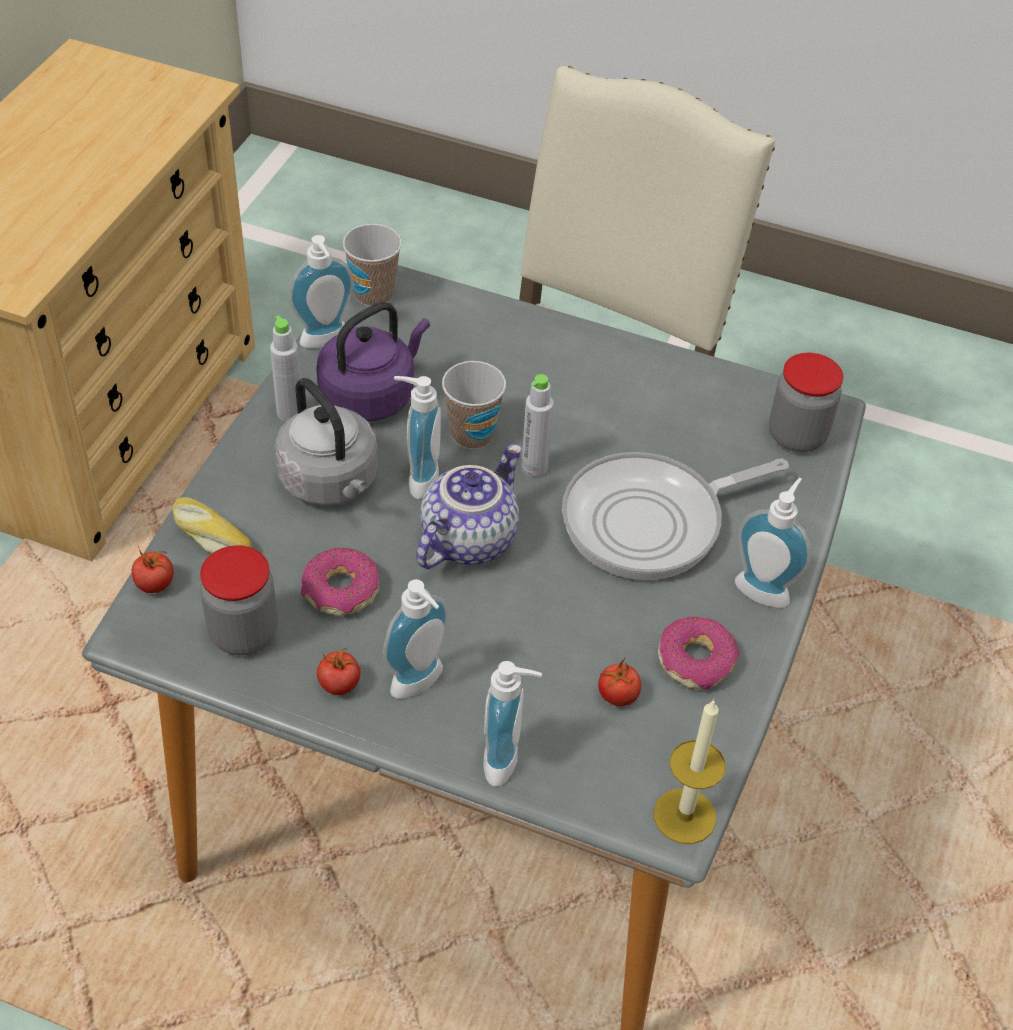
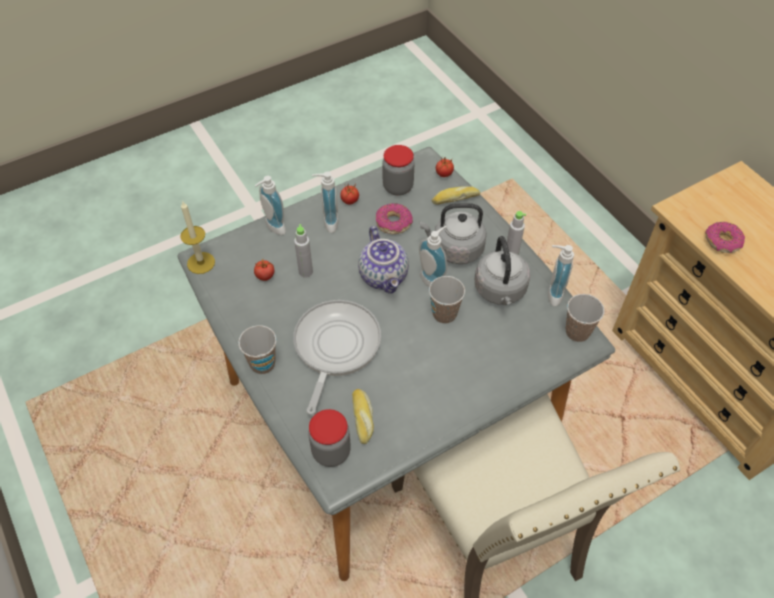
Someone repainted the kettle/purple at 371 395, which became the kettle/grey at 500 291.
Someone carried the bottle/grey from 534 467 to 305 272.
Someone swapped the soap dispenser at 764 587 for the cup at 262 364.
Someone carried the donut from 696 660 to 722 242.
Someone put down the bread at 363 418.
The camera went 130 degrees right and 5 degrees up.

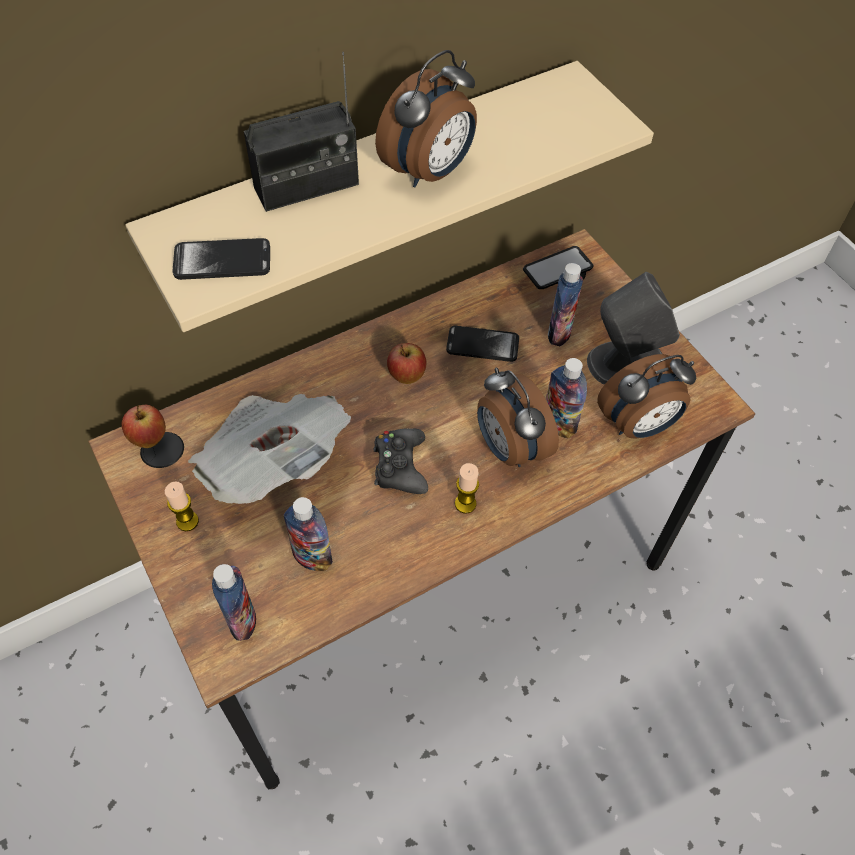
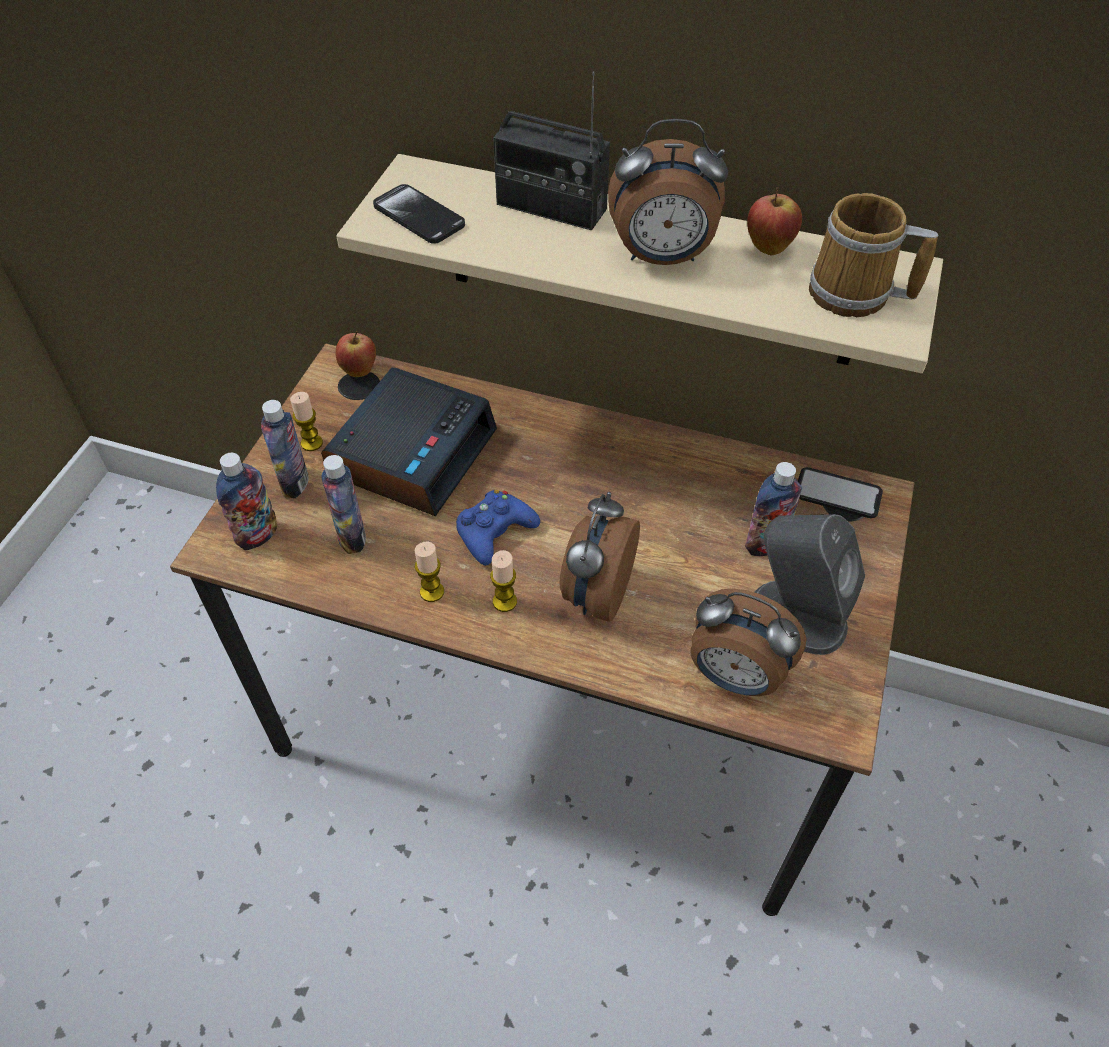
Someone took away the phone at 482 345.
Someone carried the apple from 406 377 to 768 248.
Someone carried the bottle from 558 424 to 295 483.
Someone swapped the newspaper at 272 462 for the alarm clock at 412 452.
Someone repainted the game controller/black at 400 466, which became the game controller/blue at 494 532.
Someone put down the mug at 854 295.
Someone put down the candle at 432 592.
The camera went 50 degrees right and 5 degrees down.

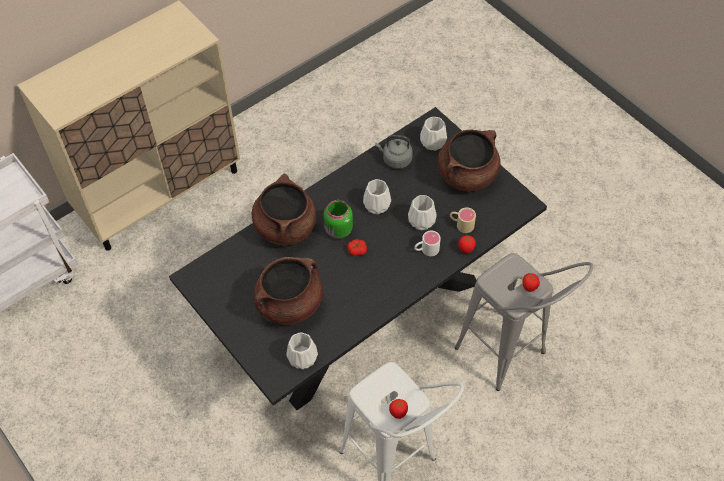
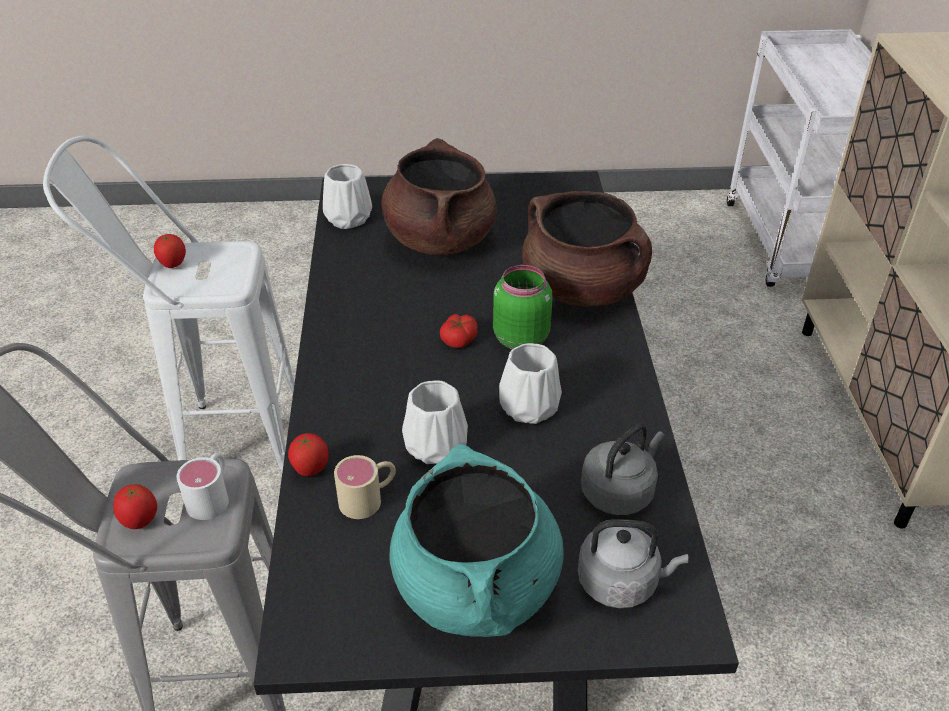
Someone swapped the vase/white at 432 142 for the kettle/grey at 621 582.
Someone repainted the cooking pot/brown at 467 175, which became the cooking pot/turquoise at 476 587.
Someone carried the mug/white from 426 250 to 212 496.
The camera went 125 degrees right and 15 degrees down.

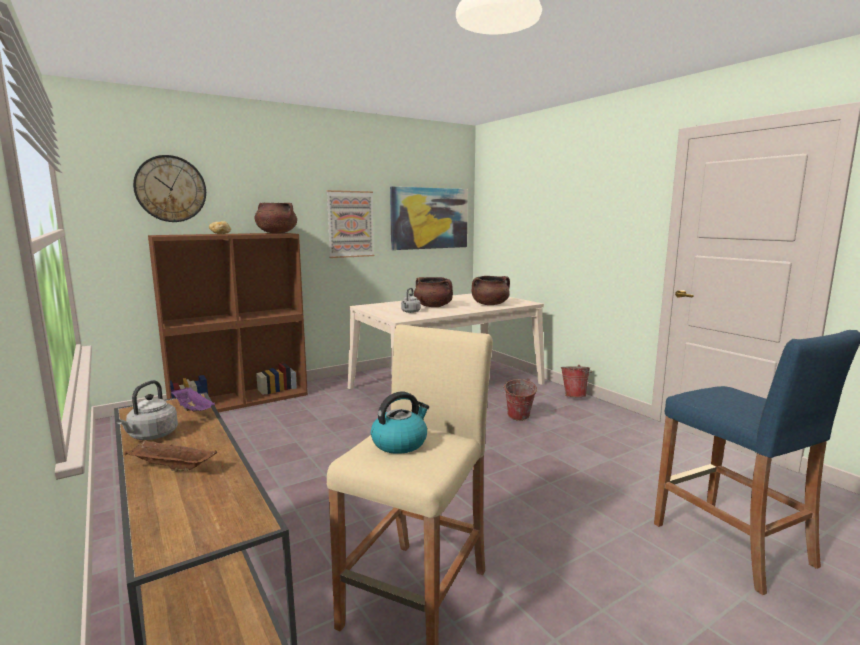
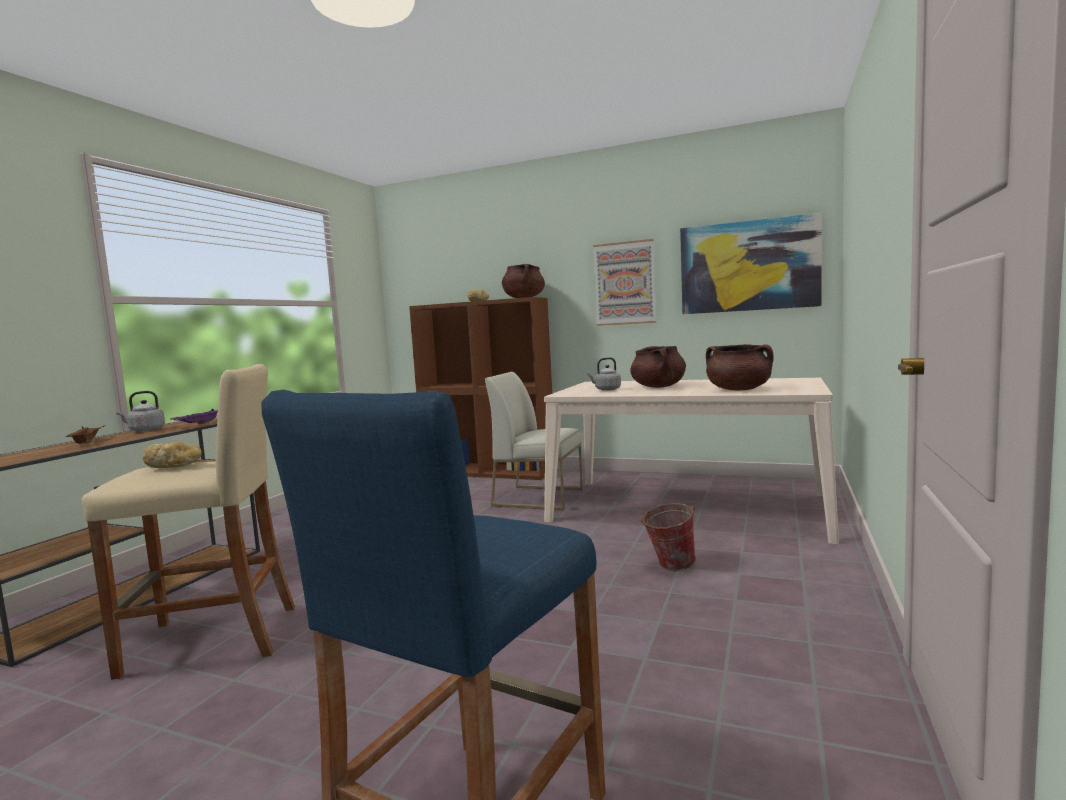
Someone took away the wall clock at 170 189.
Someone took away the bucket at 574 396.
Someone swapped the kettle at 400 443 for the bread at 175 467.
Someone put down the chair/white at 539 497.
The camera went 55 degrees right and 5 degrees down.

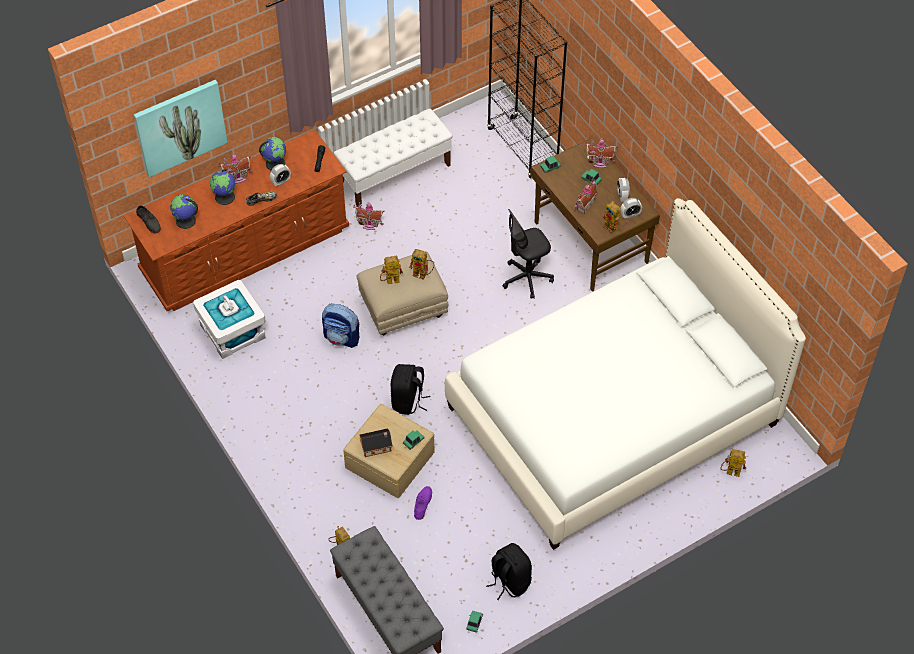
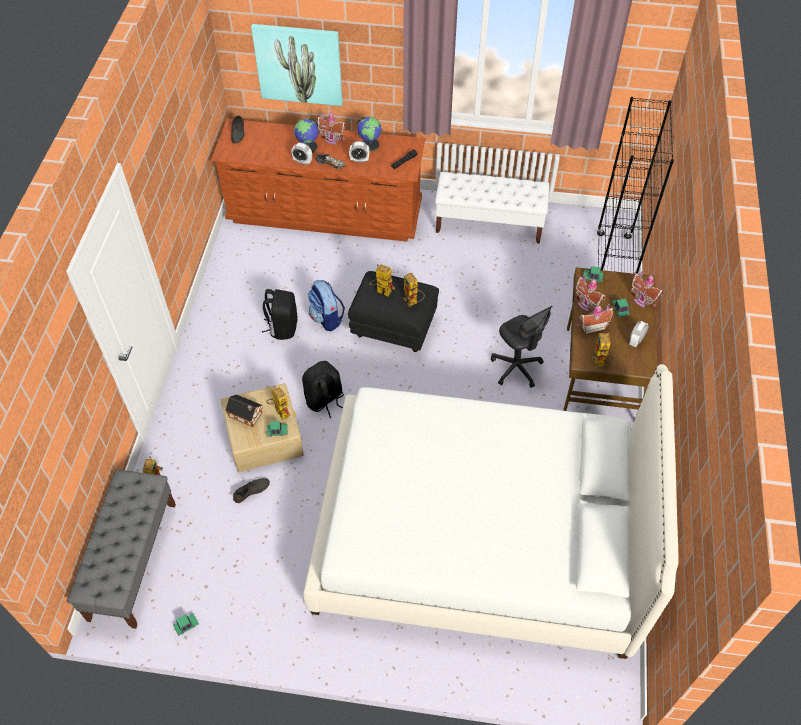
Someone took away the globe at 185 221.
Someone carried the alarm clock from 630 215 to 302 161.
Someone carried the toy house from 369 224 to 586 304.
Someone rotated the office chair/black at 527 278 by 135 degrees counterclockwise.
Someone repainted the ottoman/beige at 402 309, which became the ottoman/black at 393 327.
Someone took away the storage box/white at 232 332.
Someone carried the toy robot from 729 472 to 280 411.
Someone repainted the shoe/purple at 422 503, which became the shoe/grey at 251 490.
Someone carried the backpack/black from 509 581 to 283 327.
The camera went 40 degrees right and 0 degrees up.

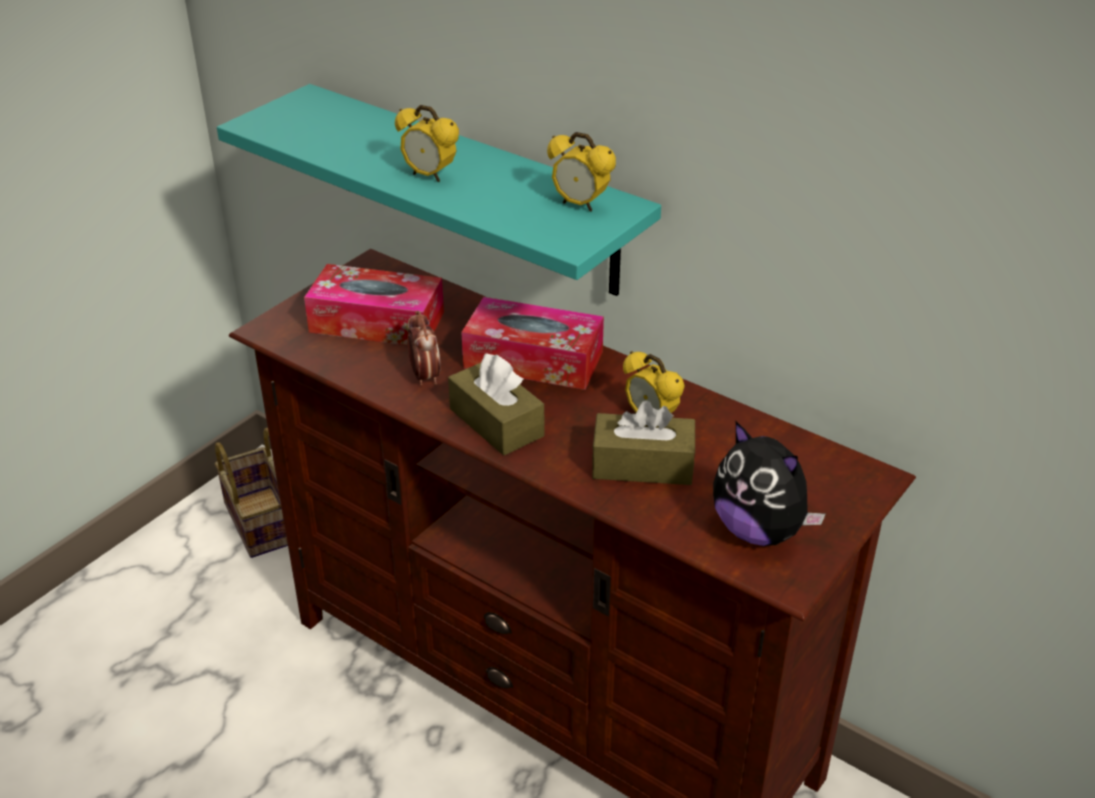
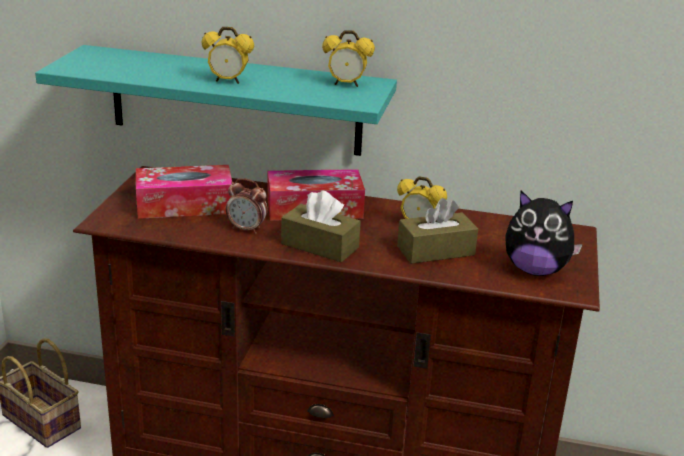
Someone rotated the alarm clock at 425 376 by 150 degrees clockwise.
The camera went 25 degrees left and 10 degrees down.

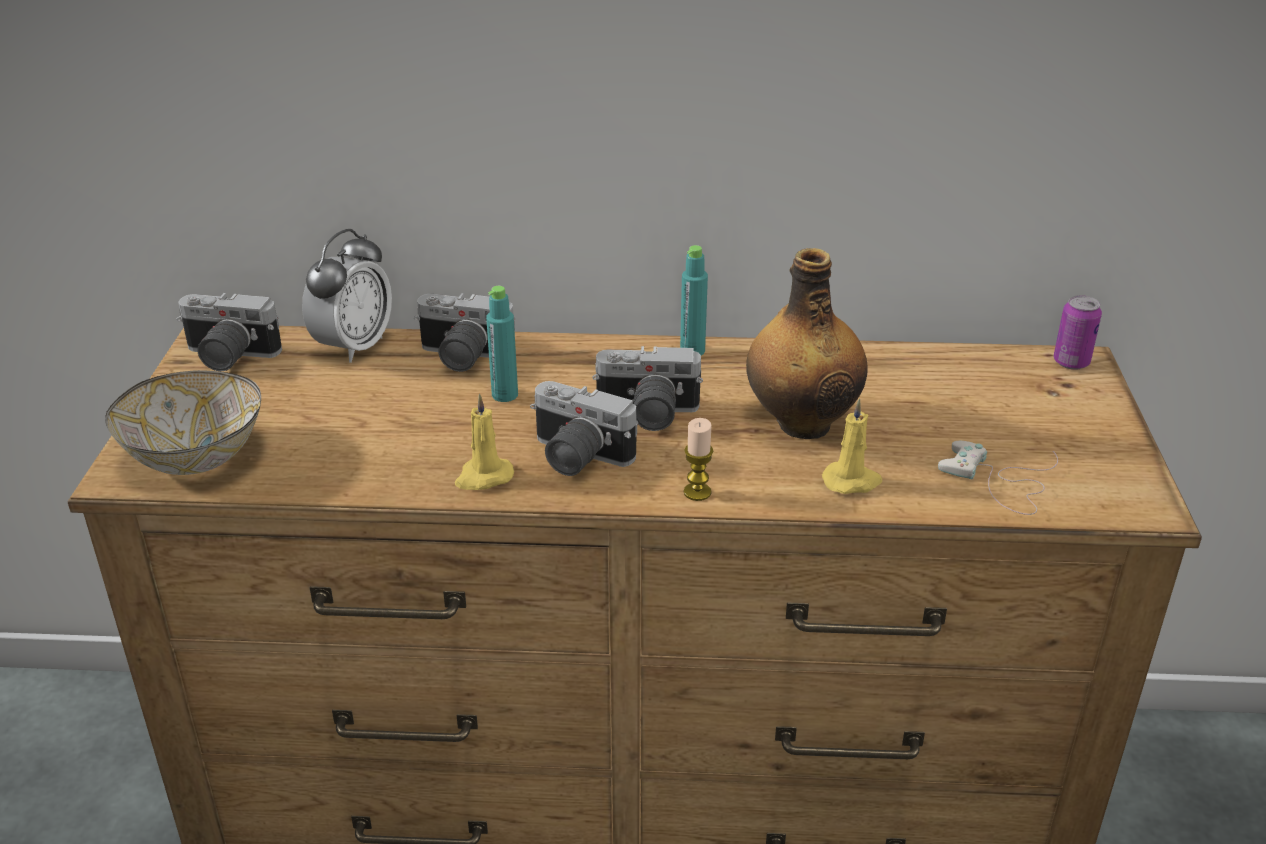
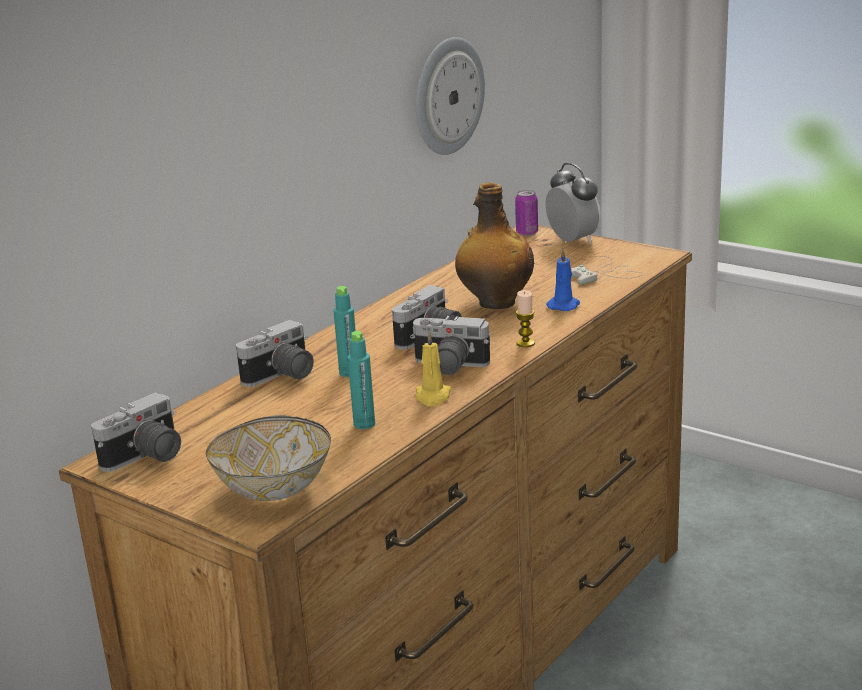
Someone carried the alarm clock from 354 347 to 573 241.
Someone carried the bottle/turquoise from 692 351 to 364 424.
Someone rotated the photo camera at 575 457 by 45 degrees clockwise.
Someone repainted the candle/yellow at 852 481, which became the candle/blue at 564 305.
Someone put up the wall clock at 447 96.
The camera went 55 degrees left and 10 degrees down.

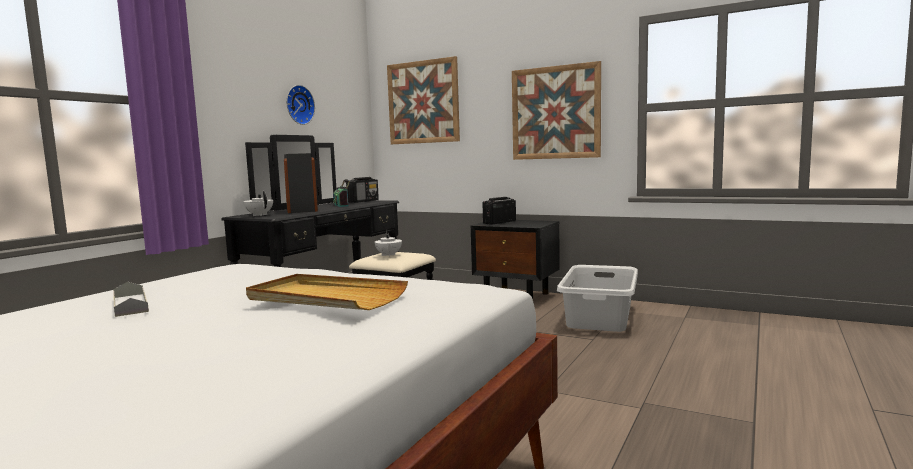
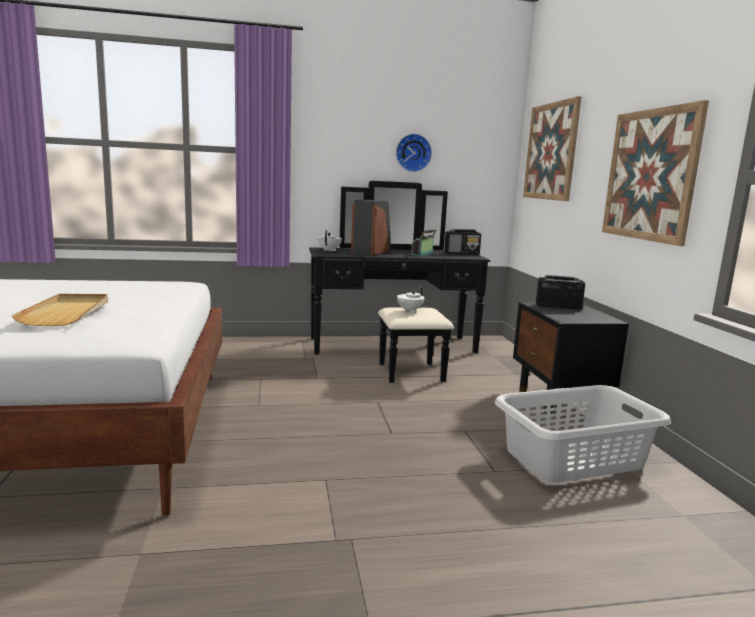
Someone took away the tray/grey at 130 304.
The camera went 50 degrees right and 5 degrees up.

